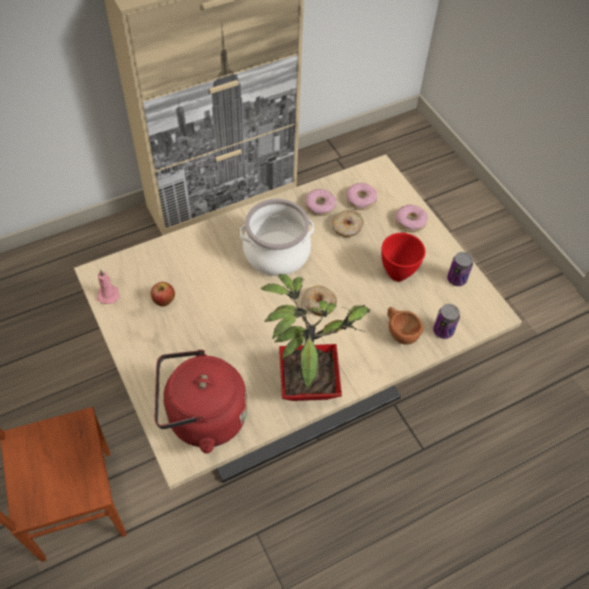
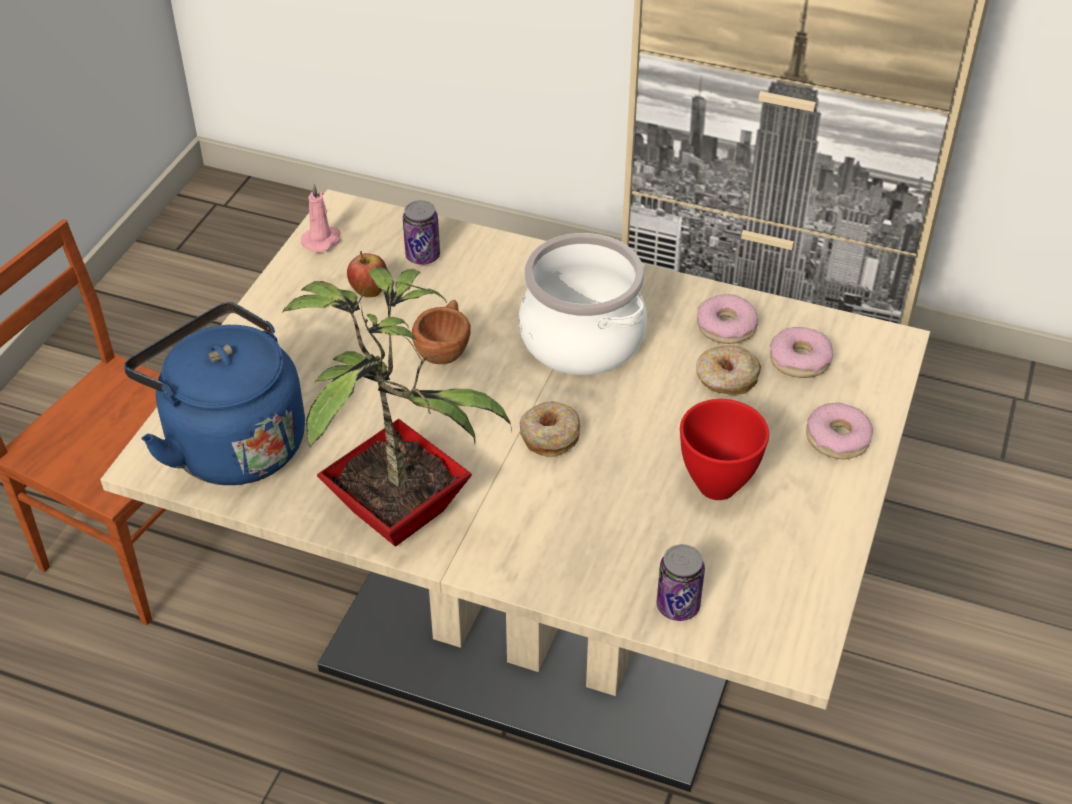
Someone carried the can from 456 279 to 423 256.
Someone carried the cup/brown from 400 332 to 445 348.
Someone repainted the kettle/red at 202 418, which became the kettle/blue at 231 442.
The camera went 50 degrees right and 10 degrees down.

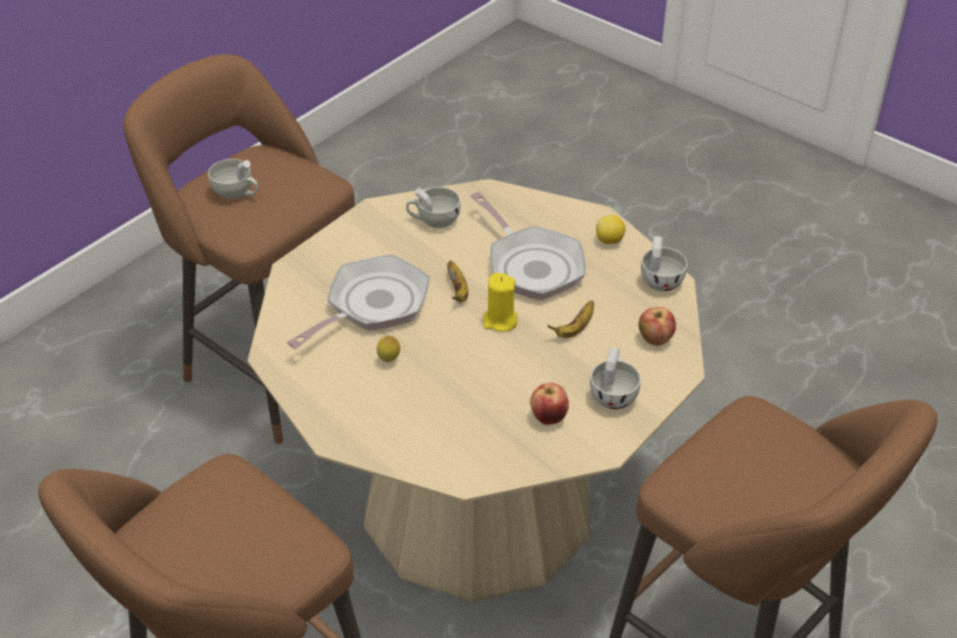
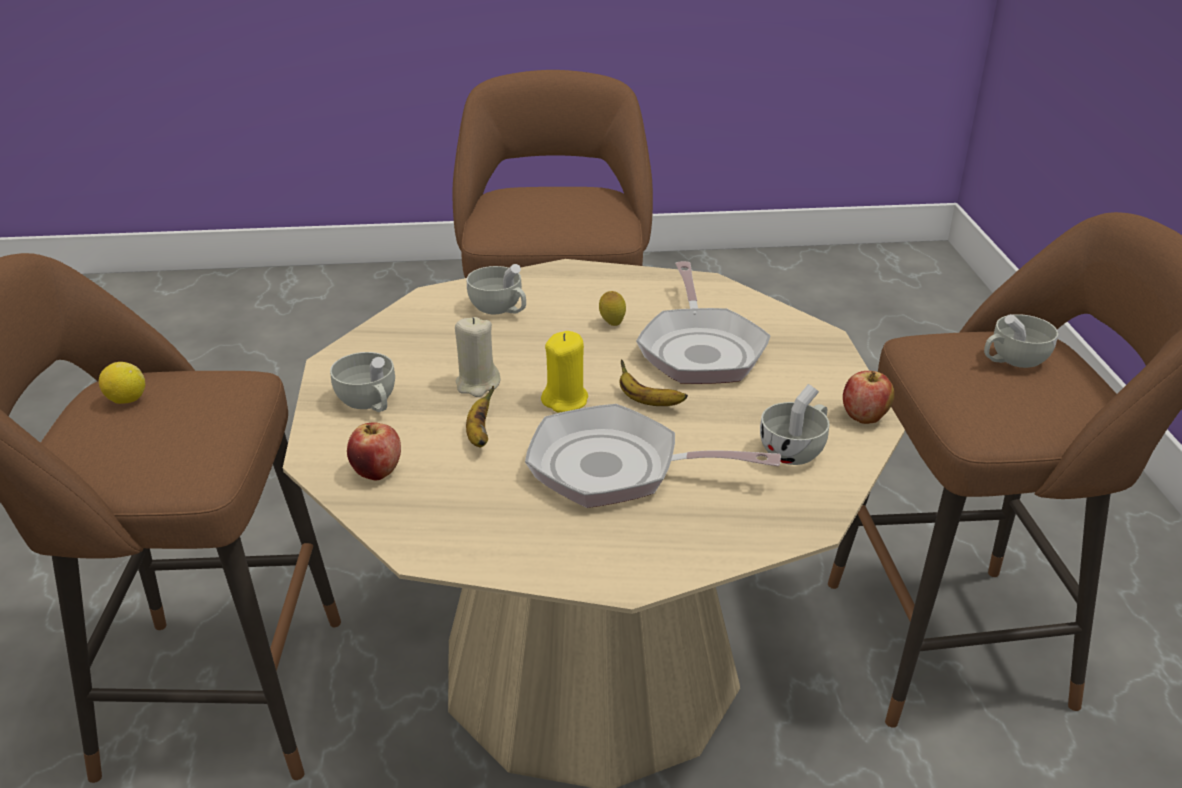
Someone carried the lemon from 609 241 to 126 400.
Someone carried the cup/white from 660 279 to 500 309.
Someone carried the apple from 549 417 to 864 418.
Someone put down the candle/beige at 477 384.
The camera went 135 degrees right and 10 degrees down.

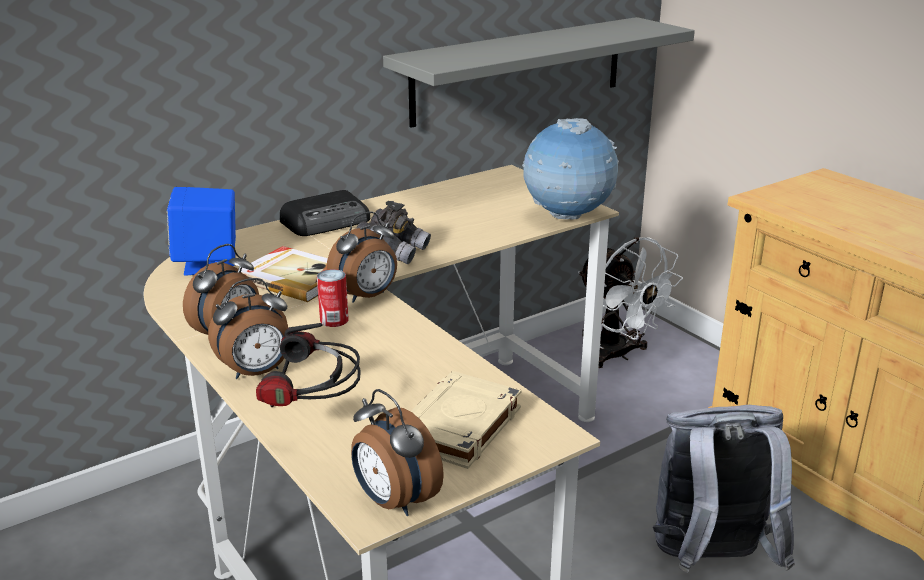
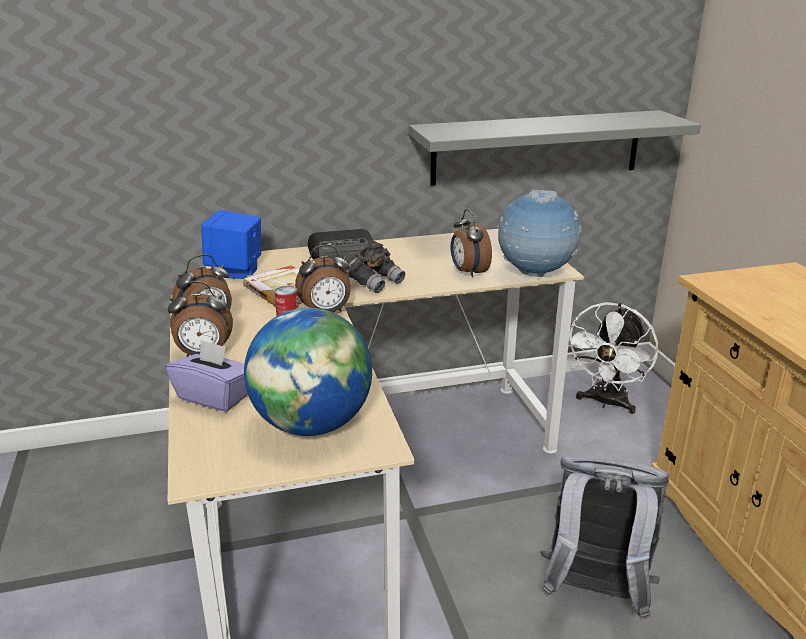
Someone rotated the fan/white at 618 355 by 45 degrees clockwise.
Someone swapped the headphones at 313 419 for the tissue box/purple at 214 397.
Someone swapped the book/beige at 458 427 for the globe at 312 425.
Someone carried the alarm clock from 393 501 to 468 272.
The camera went 20 degrees right and 0 degrees up.

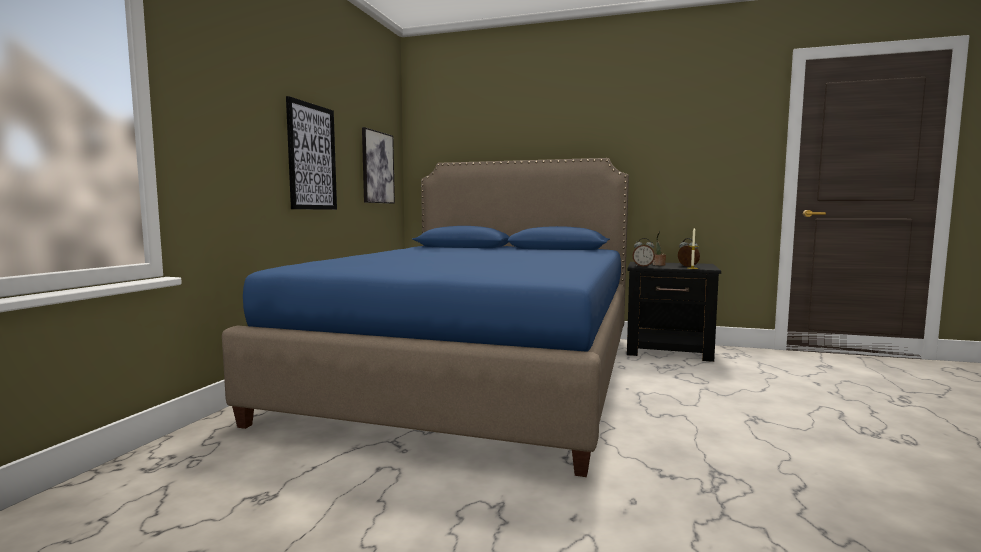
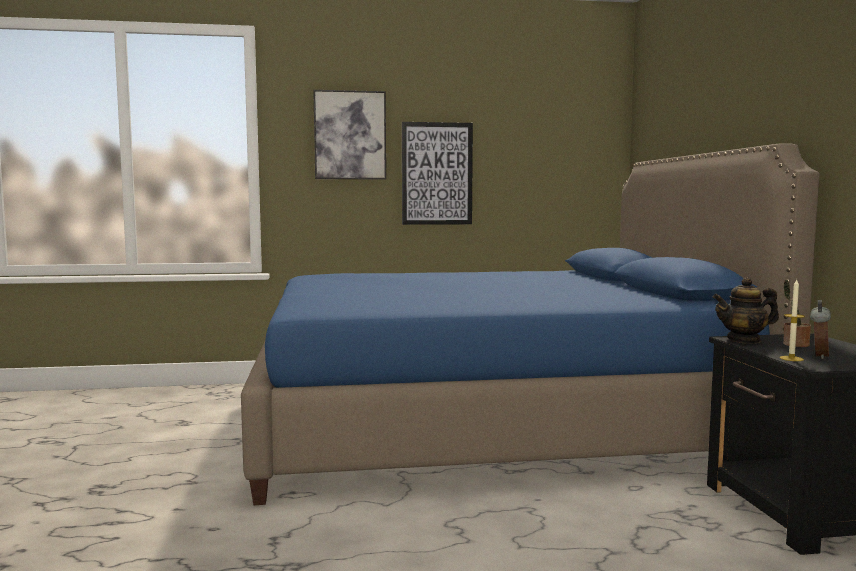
Someone carried the picture from 377 167 to 350 135.
Someone swapped the alarm clock at 643 266 for the teapot at 744 340.
The camera went 65 degrees right and 0 degrees up.

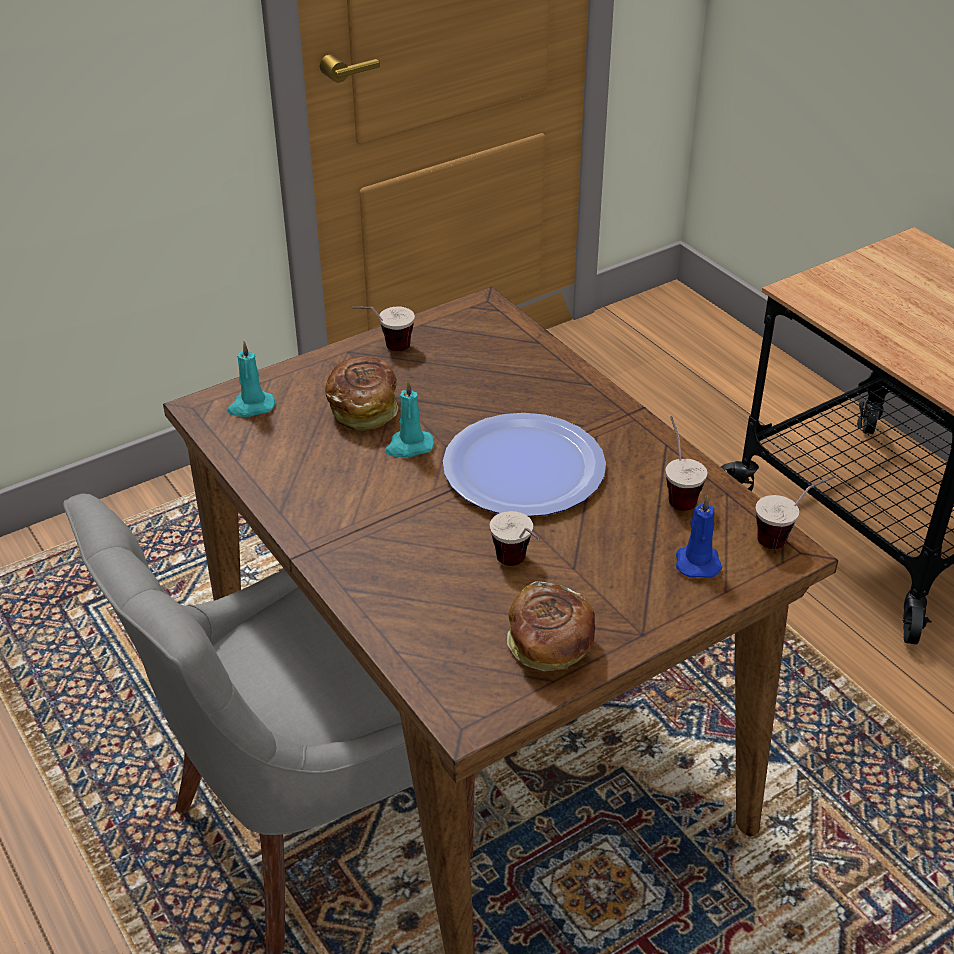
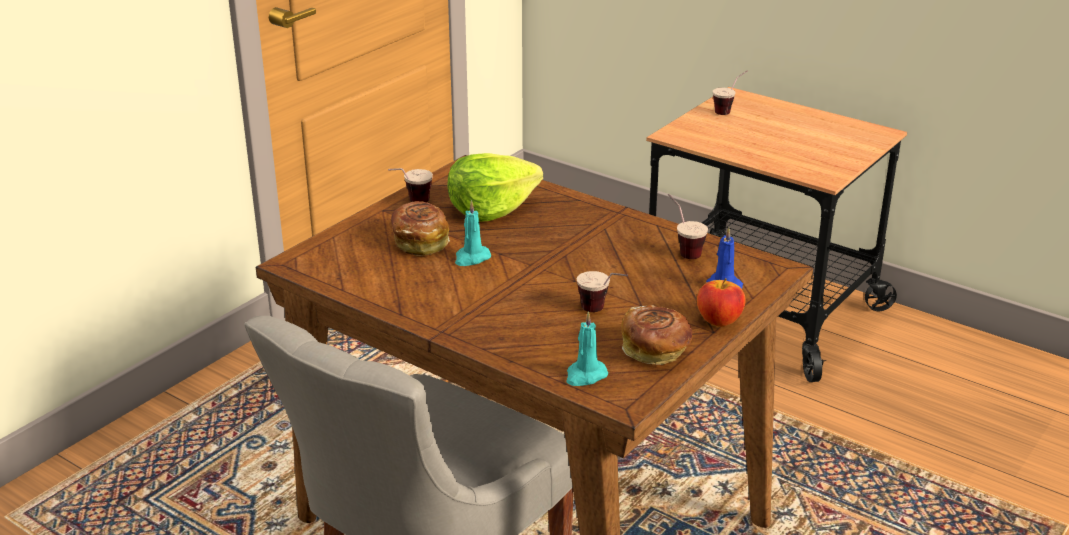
Someone carried the candle/turquoise from 250 407 to 585 375.
Someone took away the plate at 523 468.
Someone carried the cup from 787 537 to 729 110.
Someone put down the lettuce at 491 208.
Someone put down the apple at 719 321.
The camera went 20 degrees left and 10 degrees down.

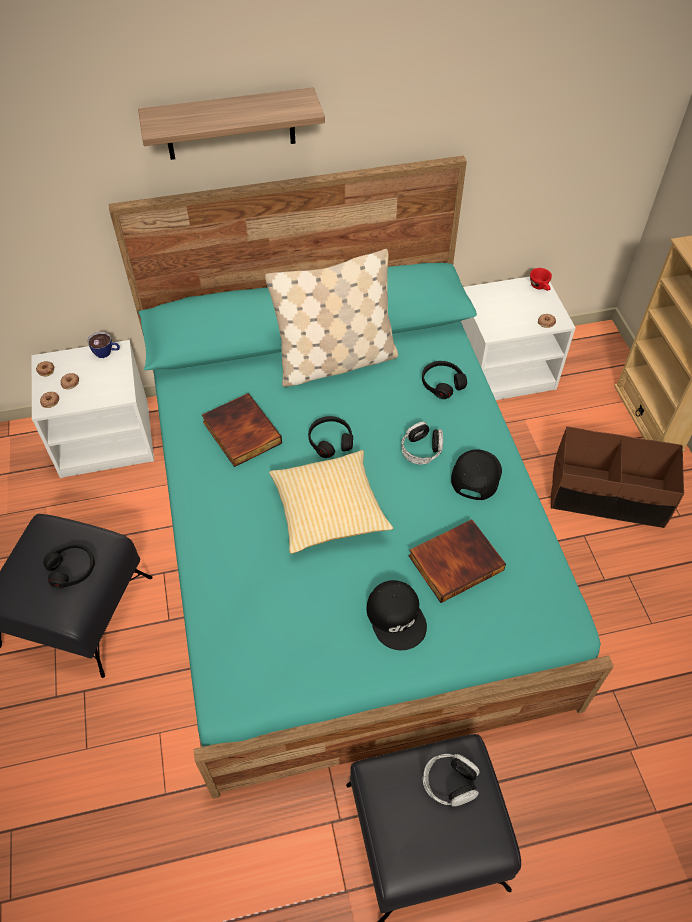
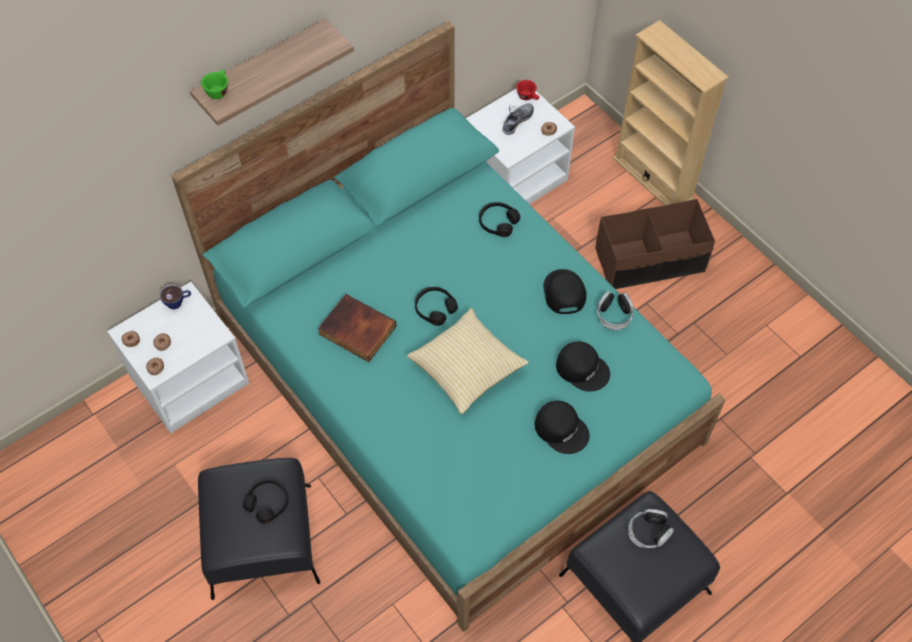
Someone took away the pillow/beige at 335 361.
Someone carried the headphones from 421 449 to 614 315.
Someone swapped the book at 455 561 for the cap/black at 582 368.
Someone put down the cup/green at 218 90.
Someone put down the shoe at 517 121.
The camera went 25 degrees left and 5 degrees up.

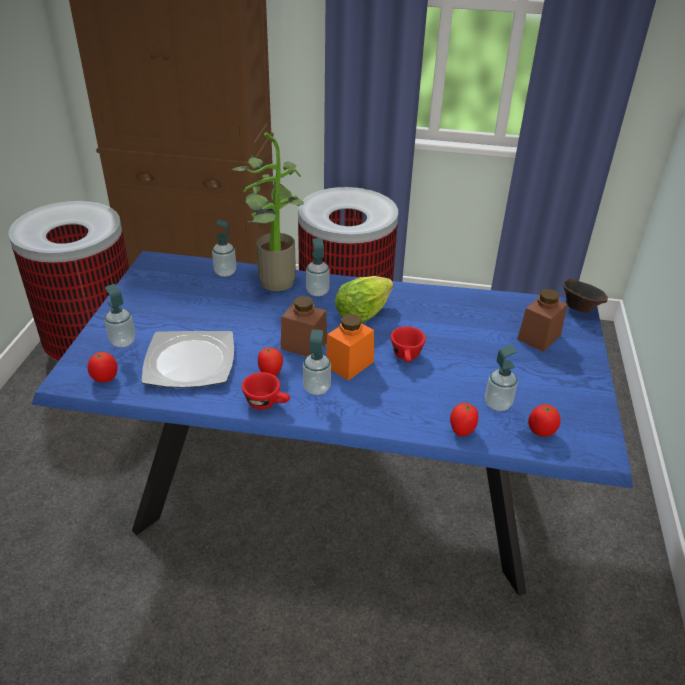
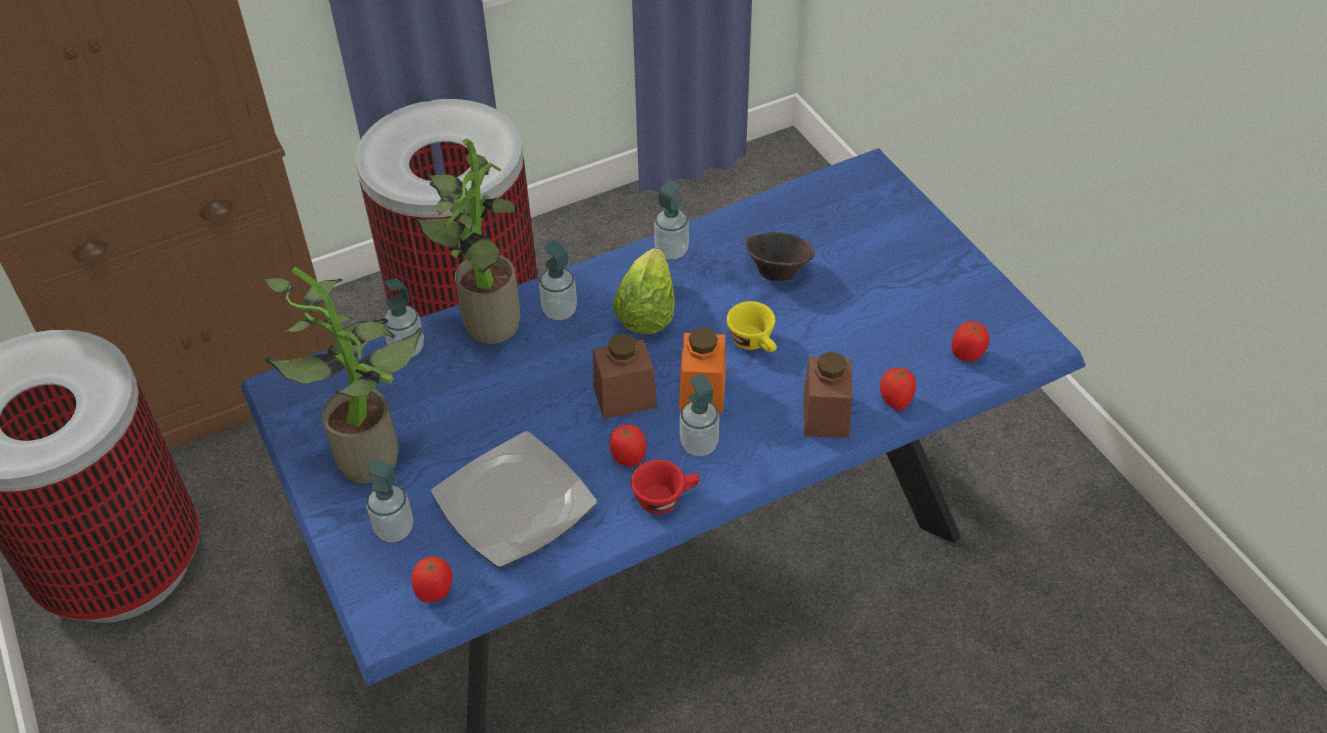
Someone carried the bowl/brown from 579 308 to 777 271.
Someone carried the jar/brown from 539 337 to 826 415.
Someone repainted the cup/red at 407 357, which became the cup/yellow at 755 343.
Someone carried the soap dispenser from 497 404 to 671 251.
Someone put down the potted plant at 375 453.
The camera went 35 degrees left and 10 degrees up.

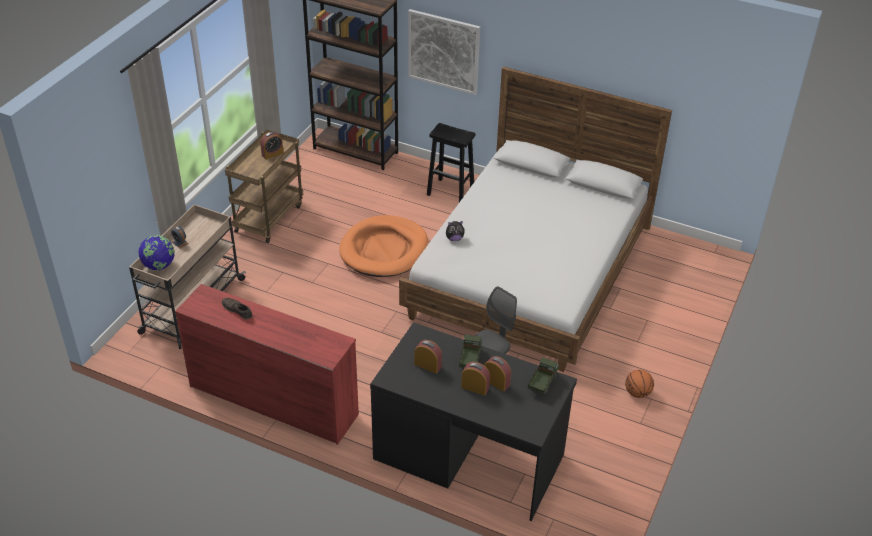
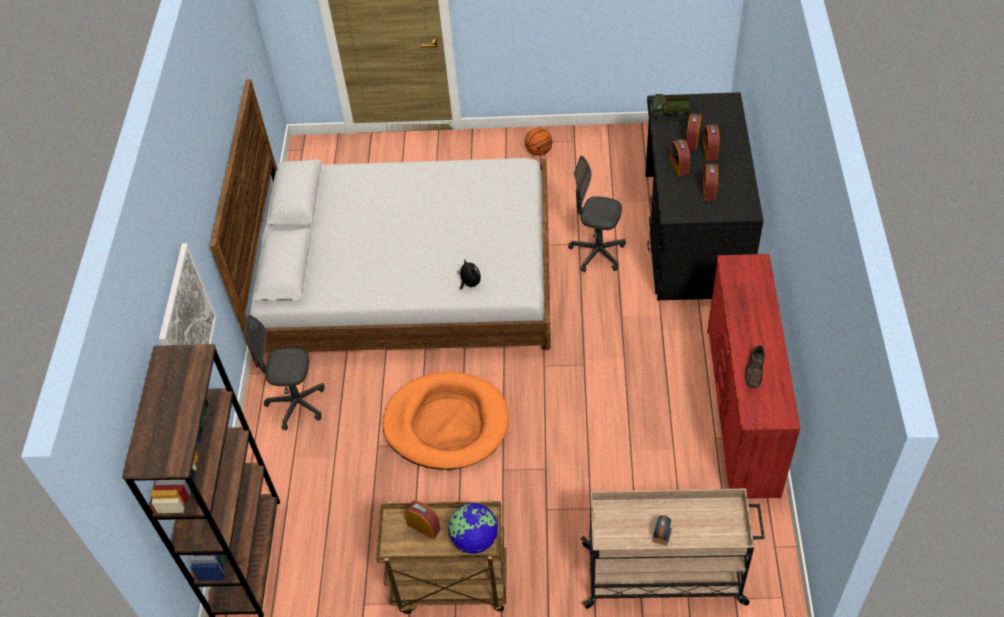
Someone swapped the stool/black at 451 192 for the office chair/grey at 296 404.
Someone carried the globe from 159 265 to 474 539.
Someone swapped the toy truck at 469 359 for the alarm clock at 679 166.
The camera went 110 degrees left and 10 degrees up.

